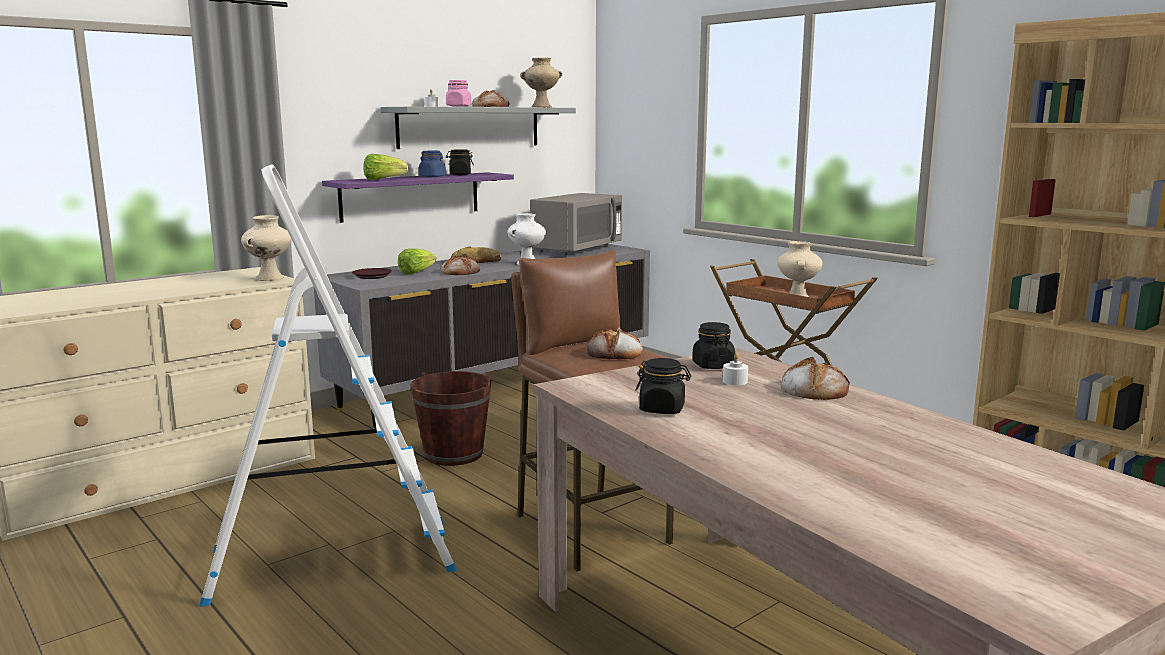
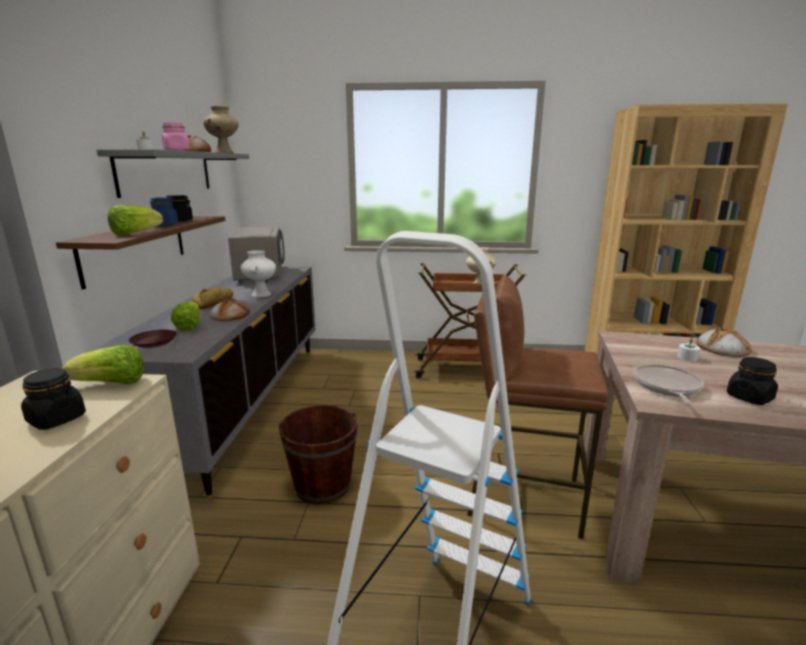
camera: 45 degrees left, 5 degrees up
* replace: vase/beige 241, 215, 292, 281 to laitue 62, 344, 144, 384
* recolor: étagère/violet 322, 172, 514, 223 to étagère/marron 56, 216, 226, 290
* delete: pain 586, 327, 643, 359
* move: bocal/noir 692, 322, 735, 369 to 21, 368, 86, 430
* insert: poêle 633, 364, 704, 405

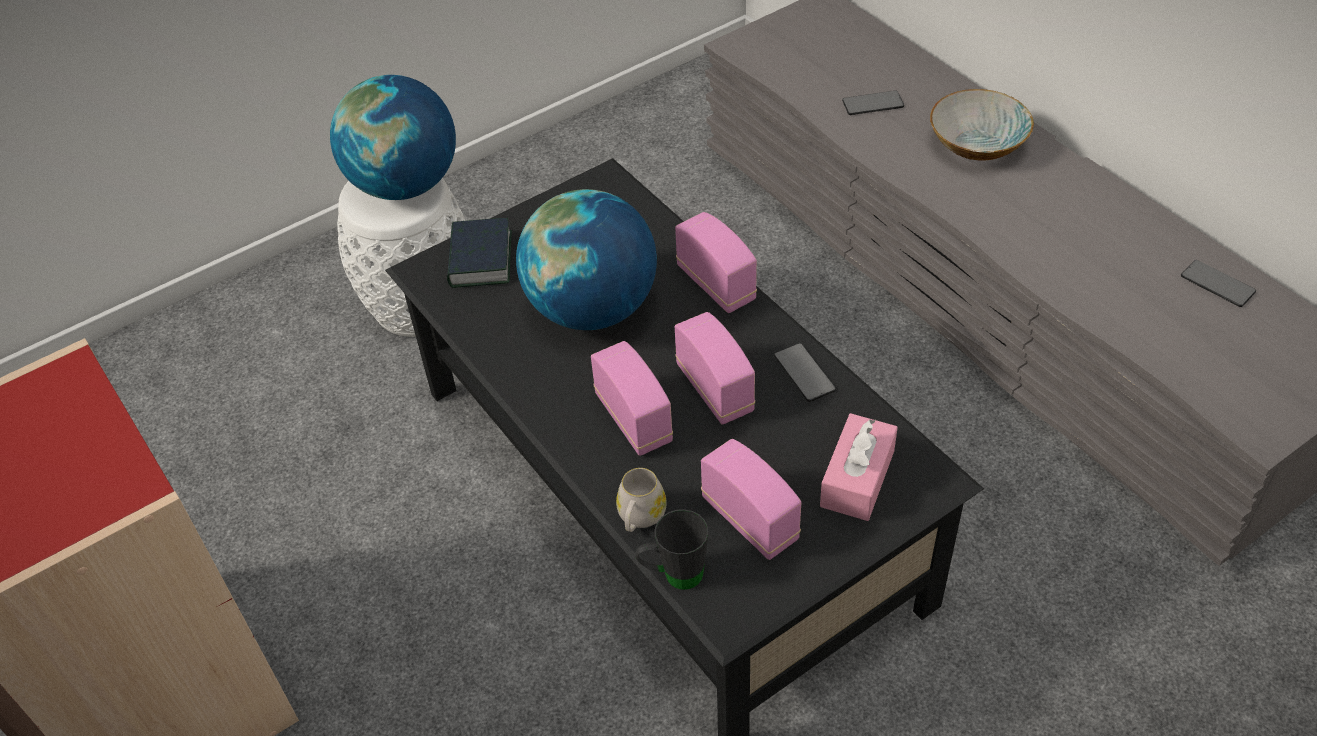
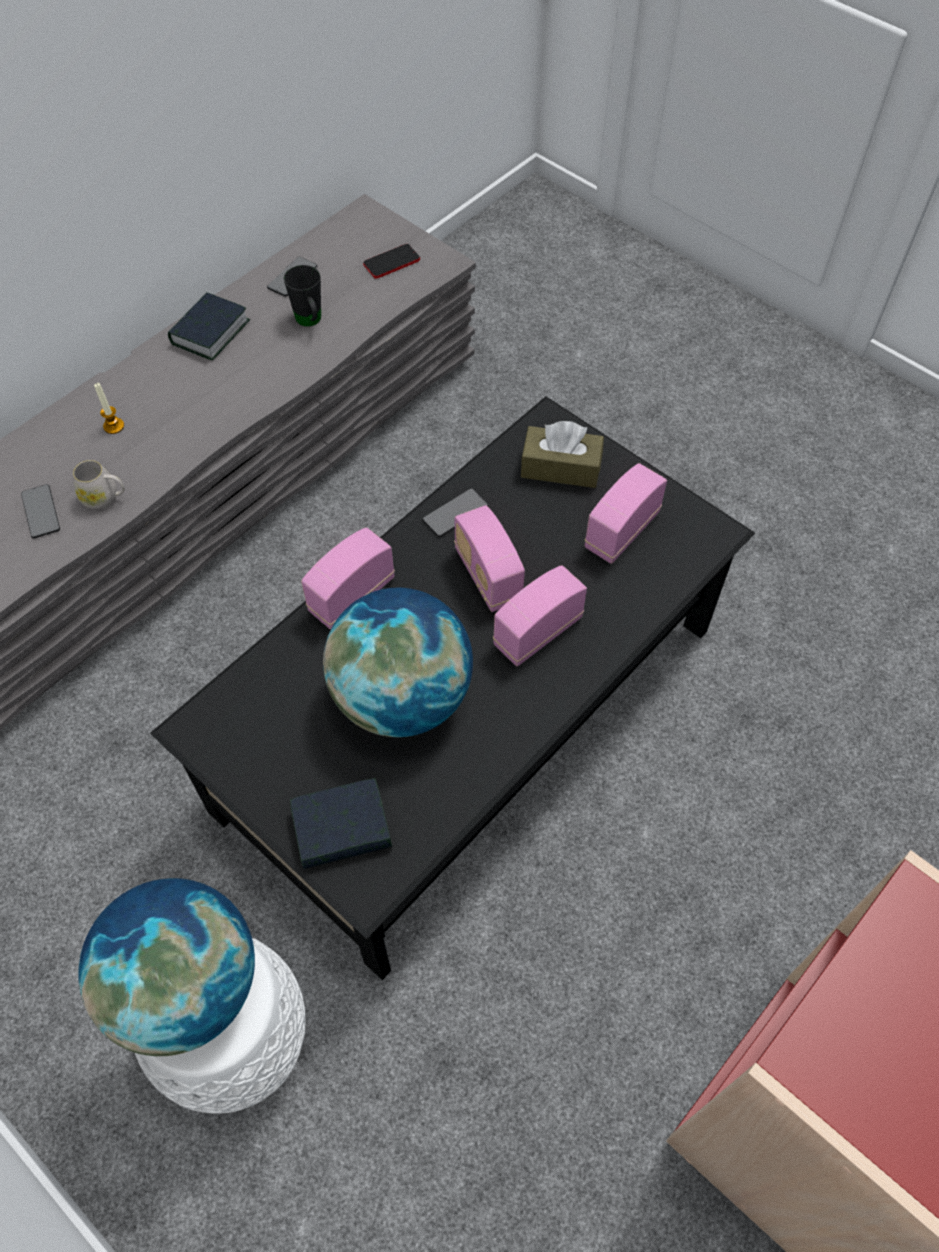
camera: 105 degrees left, 10 degrees up
* move: mug/blanc 616, 468, 667, 532 to 73, 460, 125, 509
* move: mug/noir 635, 509, 708, 590 to 284, 265, 321, 327
* rotate: radio 675, 312, 755, 425 = 454, 505, 525, 612 75 degrees counterclockwise
* recolor: boîte à mouchoirs/rose 820, 413, 898, 521 to boîte à mouchoirs/marron 521, 421, 604, 488
* replace: bol 930, 89, 1034, 161 to bougie 94, 383, 124, 434
* insert: livre 168, 292, 250, 360
* insert: téléphone 363, 244, 420, 279

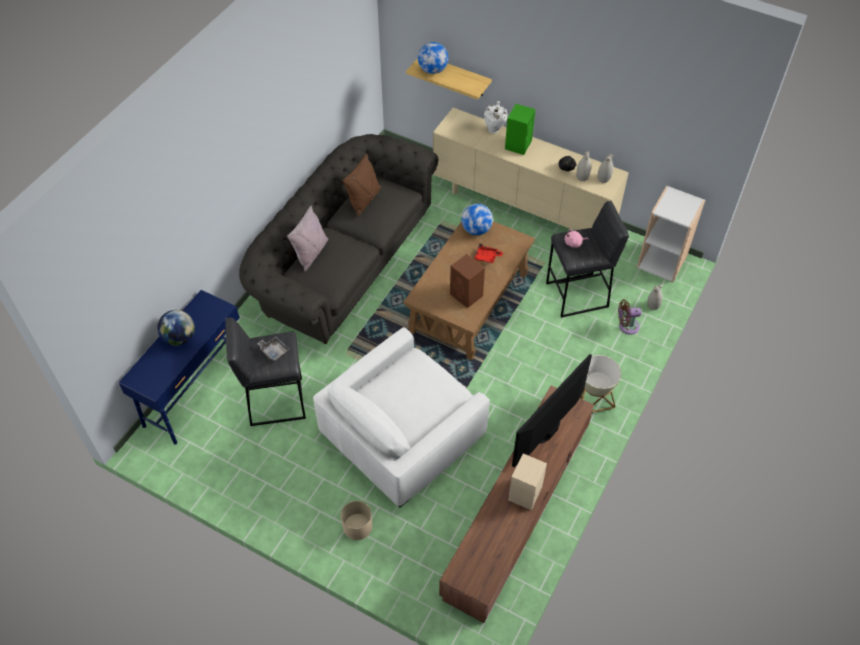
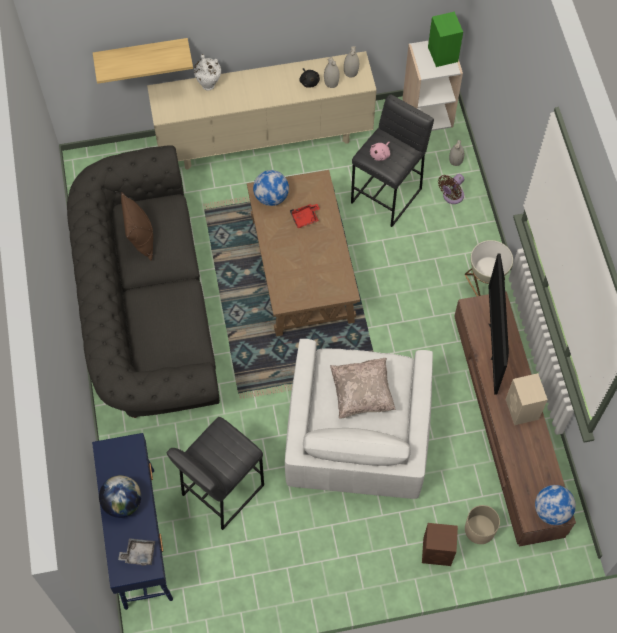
camera: 40 degrees left, 10 degrees up
* move: plateau/gris 257, 336, 290, 362 to 118, 538, 155, 566
* delete: coussin/violet 287, 206, 328, 272
* move: cache-pot/beige 341, 501, 372, 540 to 465, 505, 500, 544
* move: globe 418, 42, 449, 74 to 535, 485, 576, 525
* move: enceinte/marron 450, 254, 485, 308 to 422, 523, 458, 566
* move: enceinte/vert 505, 104, 536, 155 to 428, 12, 463, 67
* insert: coussin/beige 330, 358, 396, 418

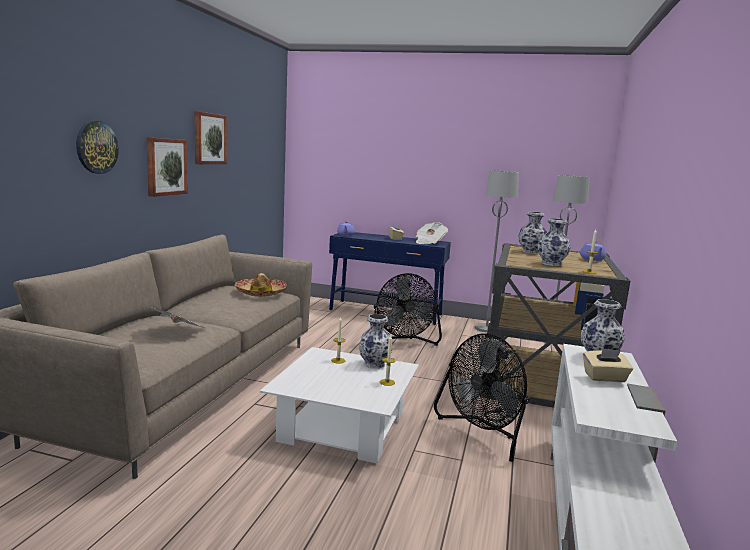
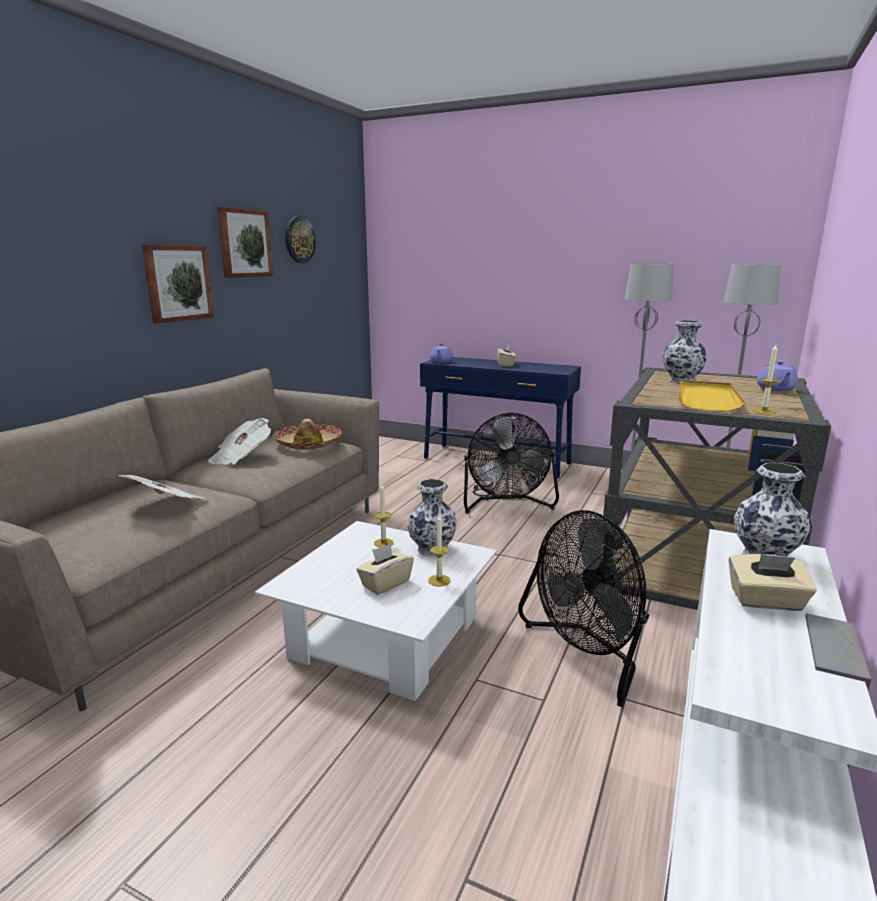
camera: 10 degrees right, 5 degrees up
* move: horloge murale 76, 121, 119, 174 to 285, 216, 316, 263
* move: journal 416, 222, 448, 244 to 208, 418, 271, 465
* replace: vase 538, 218, 571, 266 to plateau/jaune 678, 380, 746, 412
* insert: boîte à mouchoirs/beige 356, 543, 414, 595

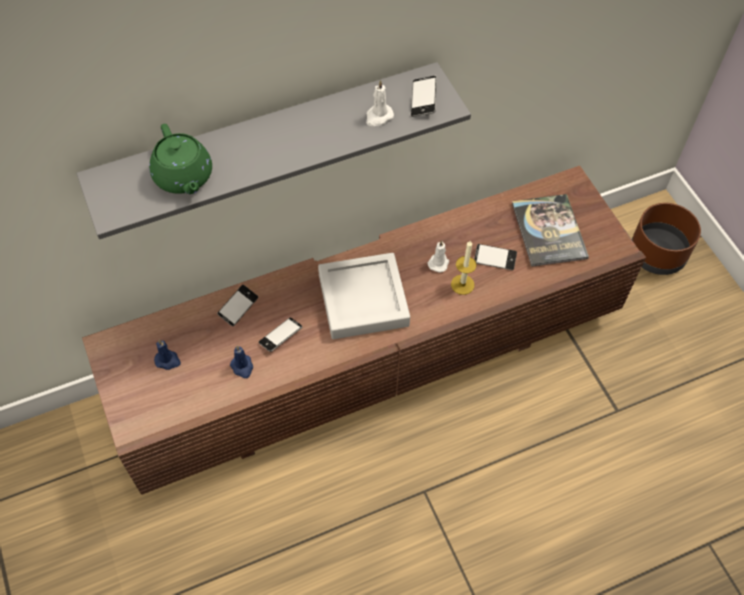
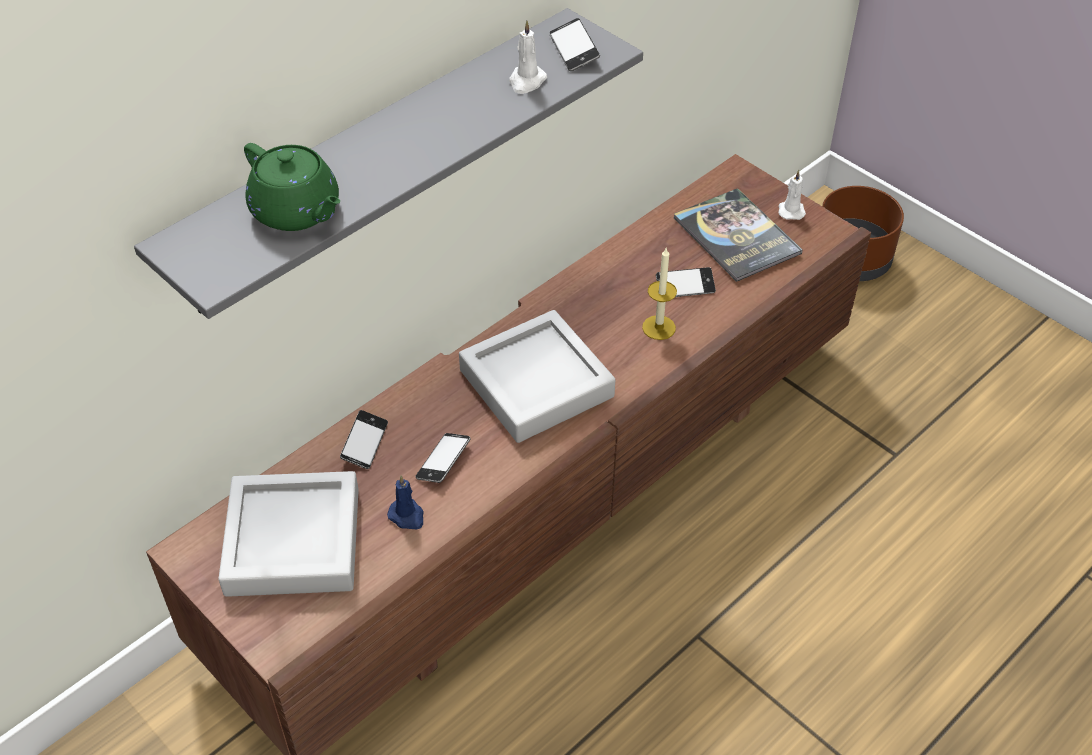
camera: 20 degrees left, 10 degrees down
* replace: bougie/bleu 154, 340, 181, 370 to plateau/gris 218, 471, 359, 597
* move: bougie/blanc 428, 240, 449, 273 to 779, 170, 806, 220

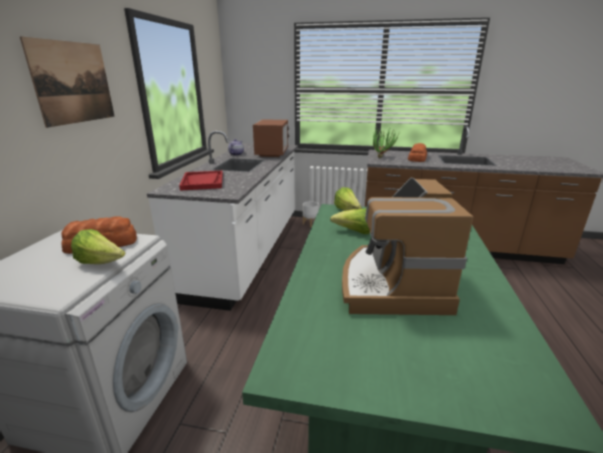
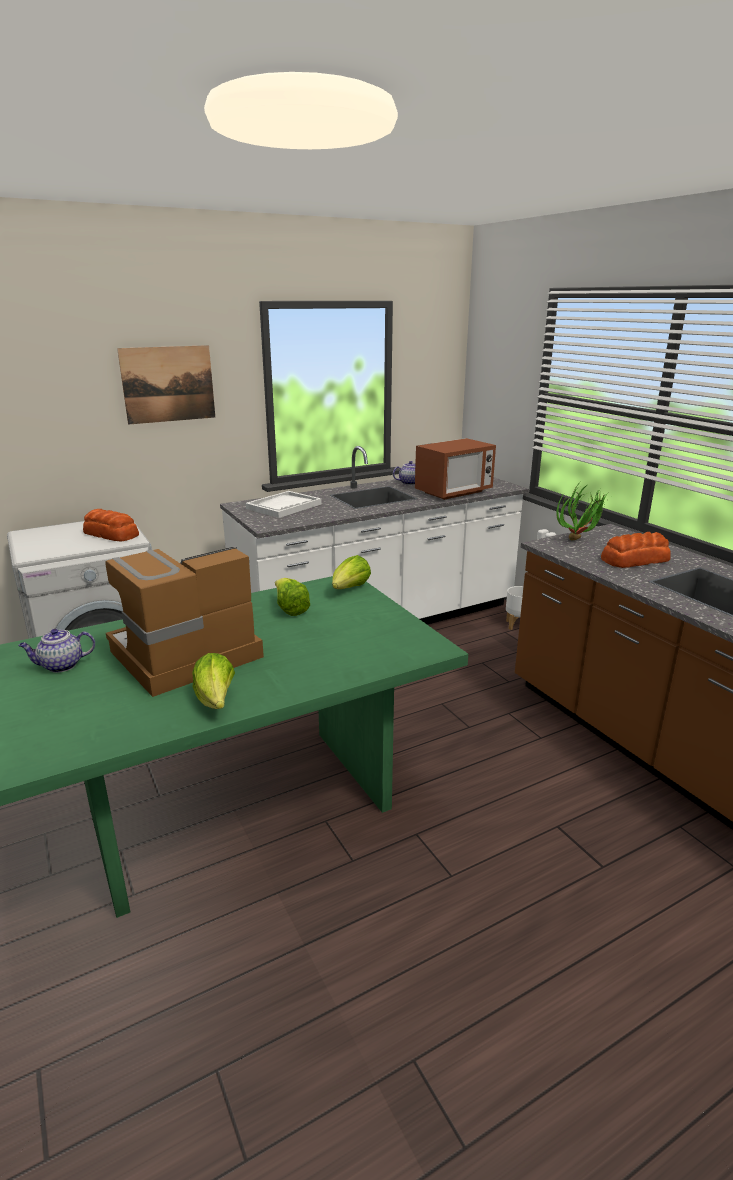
camera: 50 degrees right, 0 degrees up
* move: laitue 71, 229, 125, 264 to 192, 653, 235, 709
* recolor: plateau/rouge 179, 171, 223, 191 to plateau/blanc 245, 491, 322, 518
* insert: théière 18, 629, 95, 673

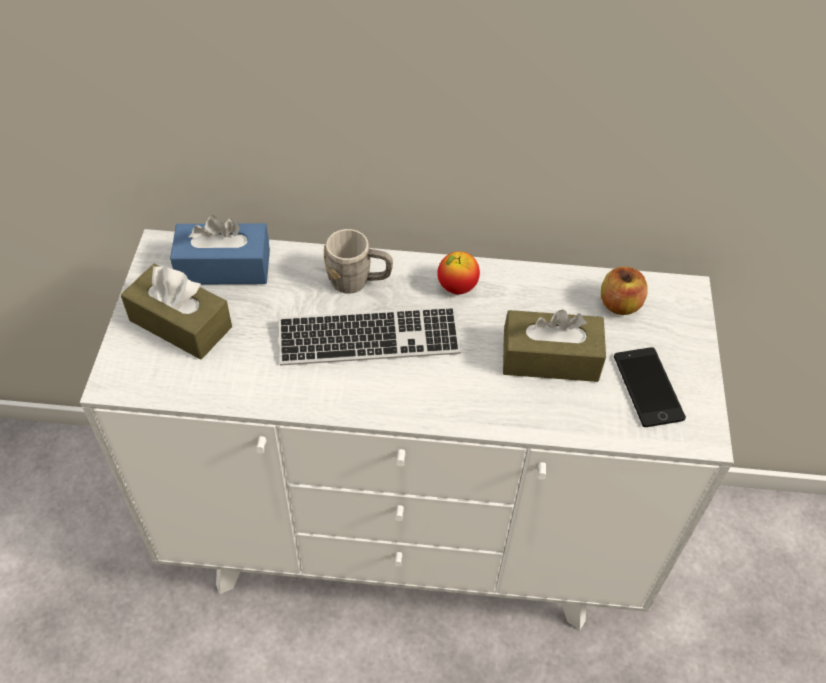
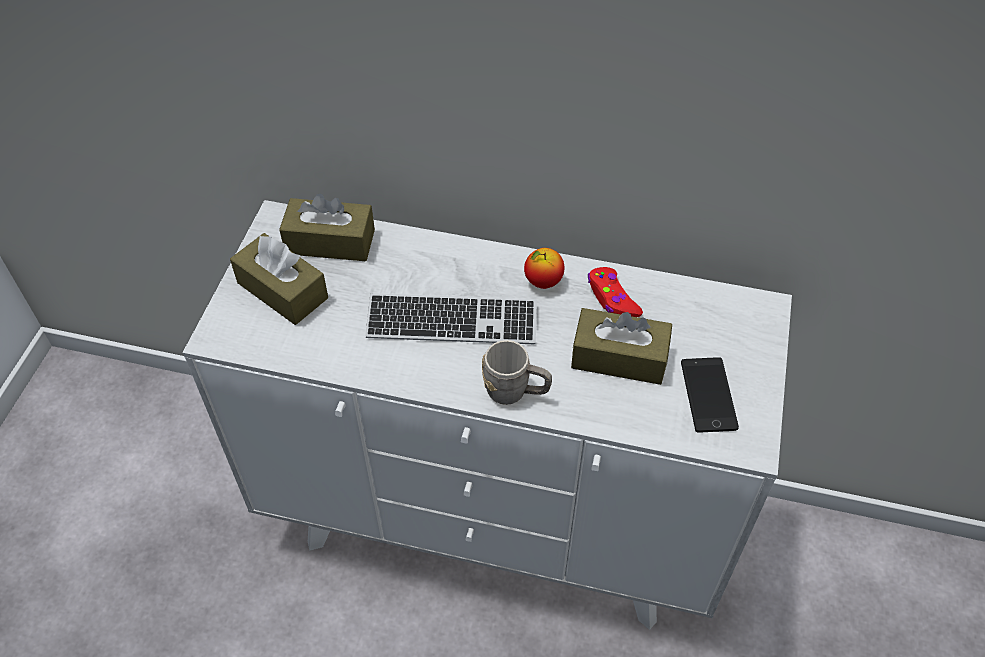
camera: 10 degrees right, 0 degrees up
* recolor: boîte à mouchoirs/bleu 170, 215, 270, 284 to boîte à mouchoirs/marron 279, 194, 375, 261
* move: mug/gris 324, 229, 393, 294 to 482, 340, 552, 405
* delete: pomme 601, 267, 648, 315
* insert: manette/rouge 588, 267, 643, 317

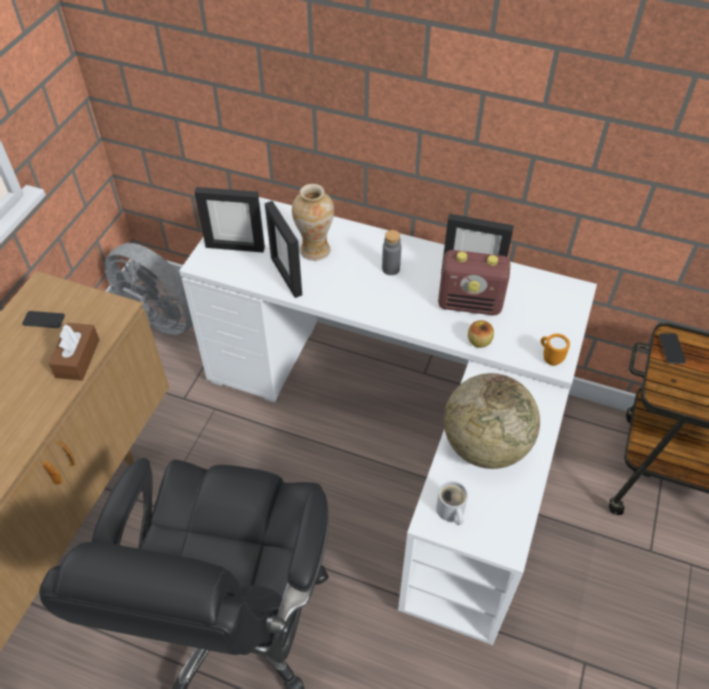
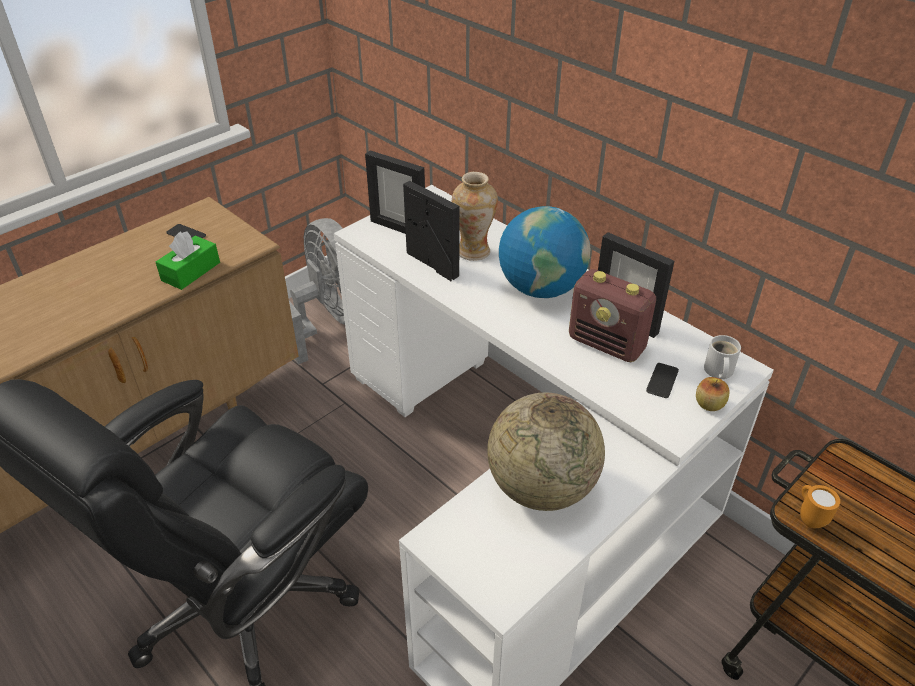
camera: 25 degrees right, 10 degrees down
* recolor: boîte à mouchoirs/marron 49, 323, 100, 381 to boîte à mouchoirs/vert 156, 231, 220, 290
* rotate: cadre photo 265, 201, 302, 298 = 403, 181, 459, 281 135 degrees clockwise
* replace: bouteille/gris 382, 230, 401, 275 to globe 499, 206, 591, 298
* move: mug/blanc 436, 481, 468, 525 to 704, 335, 741, 379
* move: pomme 468, 320, 494, 348 to 696, 377, 730, 411
* move: mug/orange 541, 334, 570, 366 to 800, 485, 840, 528
* move: téléphone 659, 333, 686, 364 to 646, 363, 679, 398

